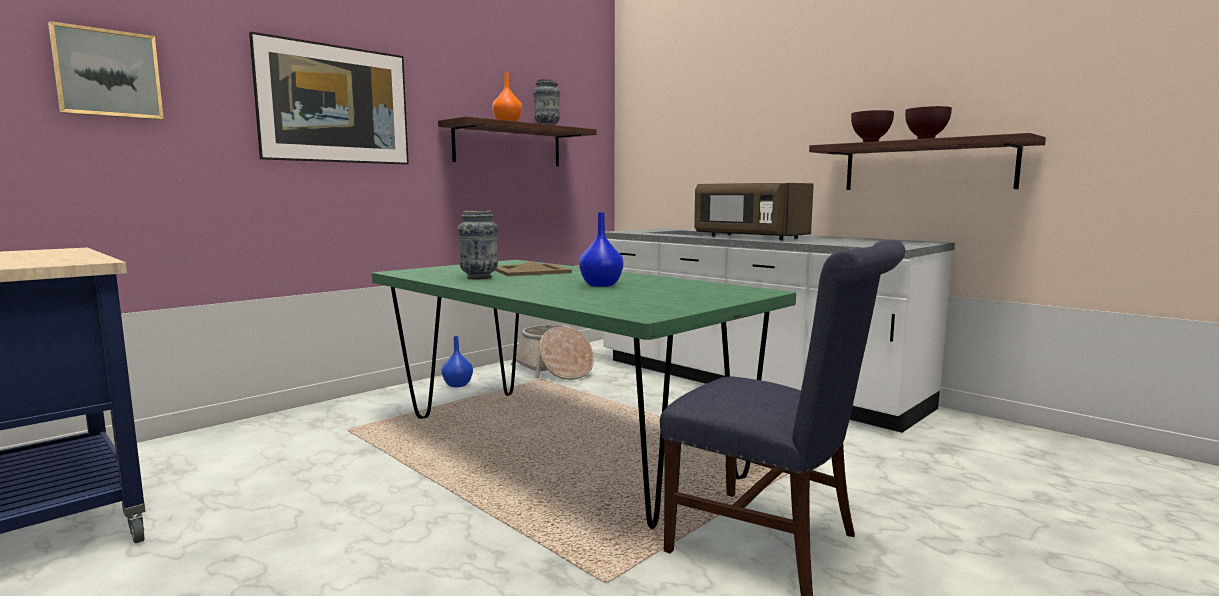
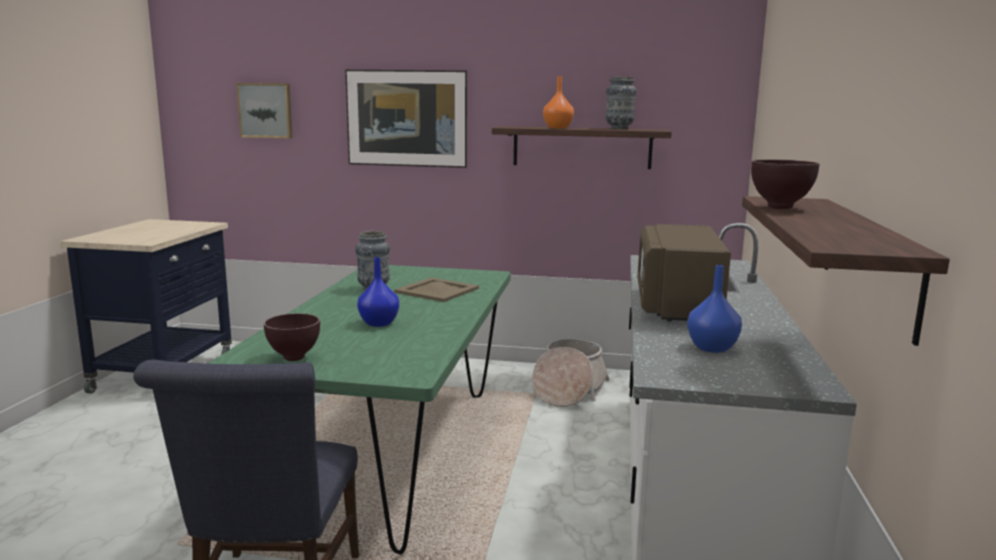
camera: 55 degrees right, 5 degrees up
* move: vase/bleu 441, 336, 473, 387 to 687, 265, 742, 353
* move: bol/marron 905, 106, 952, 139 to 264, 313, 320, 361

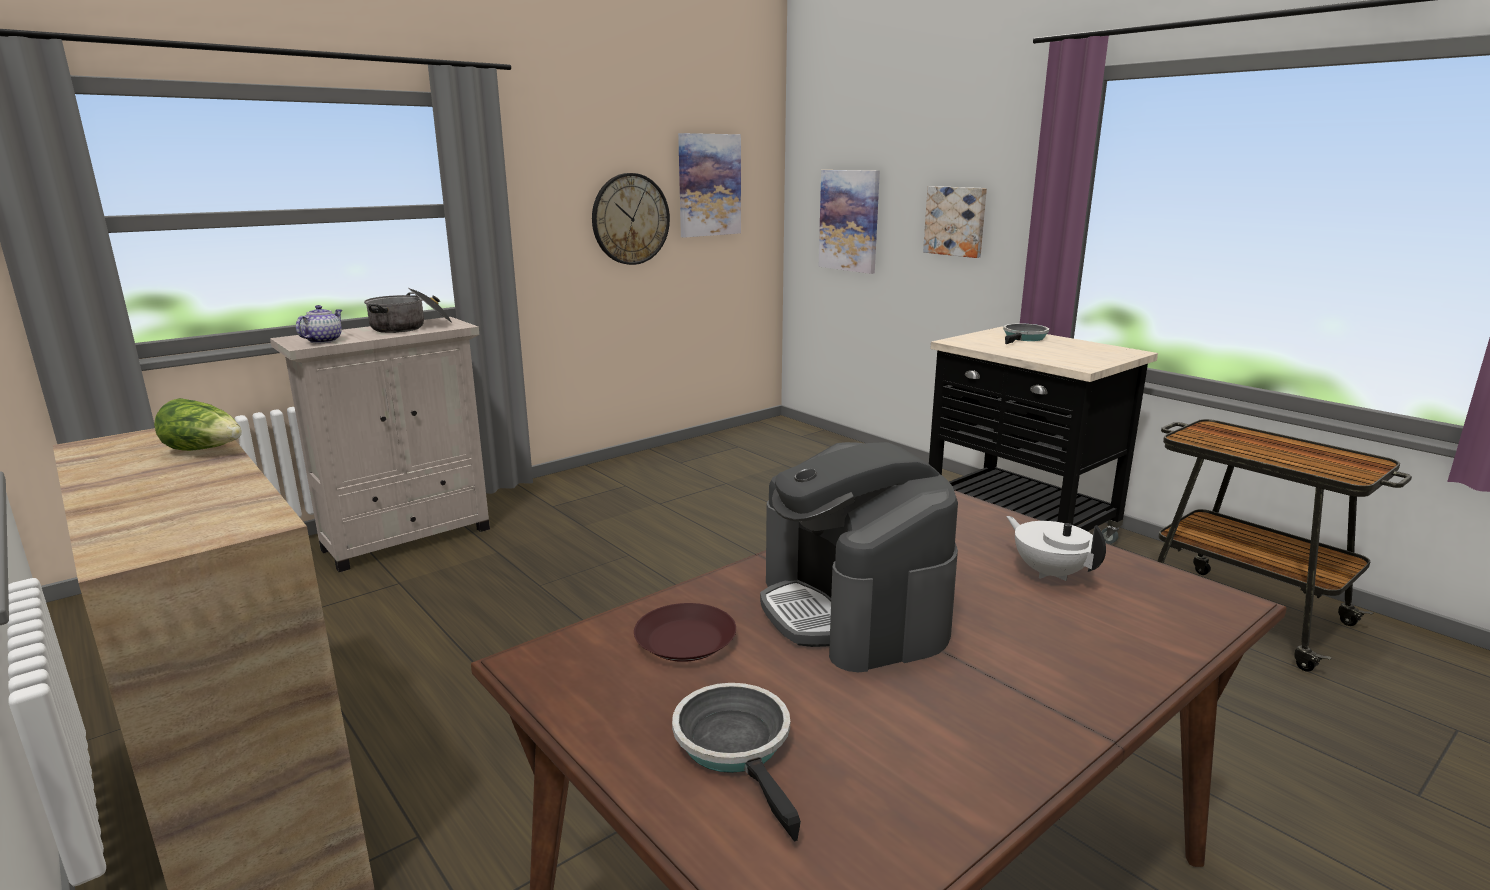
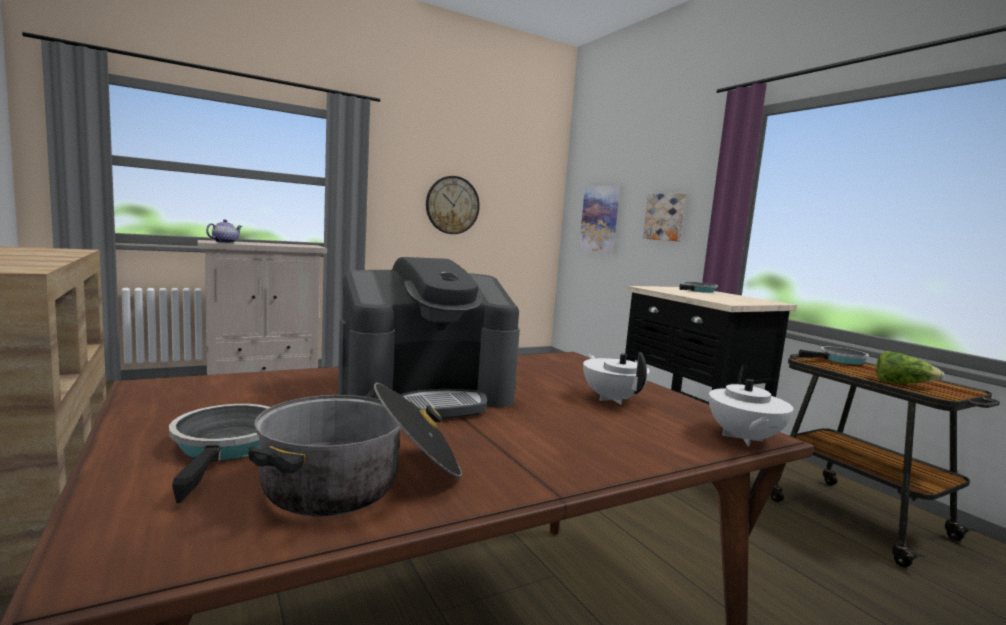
camera: 10 degrees right, 10 degrees down
* move: laitue 154, 398, 242, 451 to 876, 351, 944, 383
* move: marmite 364, 288, 452, 333 to 248, 383, 462, 517
* delete: assiette/marron 634, 603, 736, 662
* delete: tableau 678, 133, 741, 238
* rotate: machine à café 760, 442, 958, 672 = 338, 257, 520, 419 105 degrees counterclockwise
* insert: théière/blanc 709, 364, 794, 447
* insert: poêle 798, 346, 869, 365

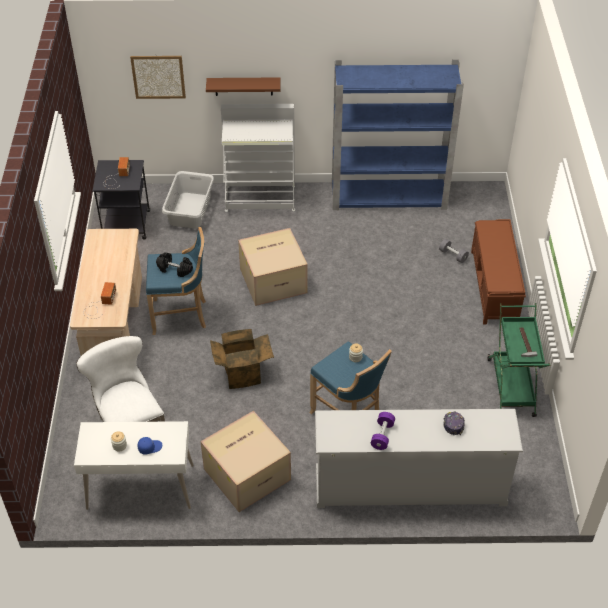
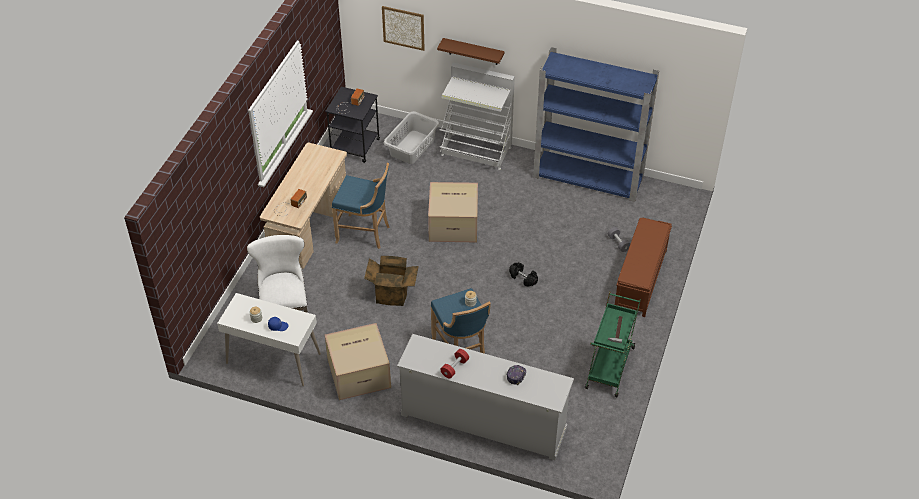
camera: 20 degrees right, 0 degrees up
* move: haltère/noir 156, 252, 193, 277 to 509, 262, 538, 287
* recolor: haltère/violet 371, 412, 395, 450 to haltère/rouge 440, 349, 469, 379

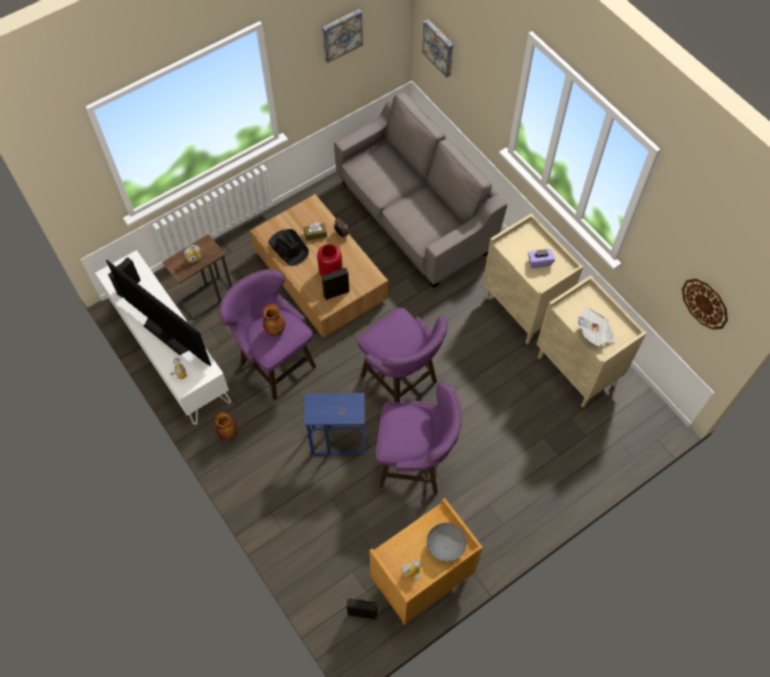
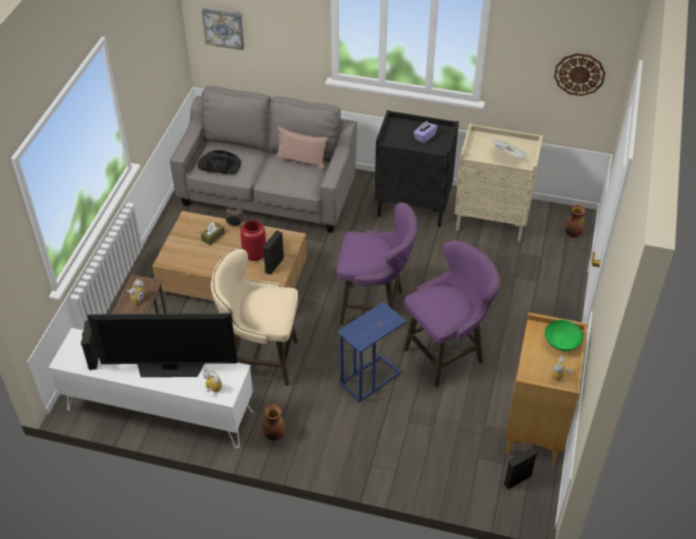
camera: 40 degrees left, 15 degrees down
* recolor: tabouret/violet 219, 269, 316, 400 to tabouret/beige 211, 248, 298, 386
* move: vase 263, 304, 285, 336 to 565, 205, 585, 238
* move: chapeau/noir 268, 229, 309, 266 to 198, 150, 241, 175
* delete: tableau 322, 9, 363, 63
* recolor: bol/gris 427, 523, 466, 562 to bol/vert 545, 320, 583, 351
* recolor: meuble de rangement/beige 483, 213, 583, 344 to meuble de rangement/noir 374, 110, 459, 227
* insert: coussin/beige 276, 127, 328, 169

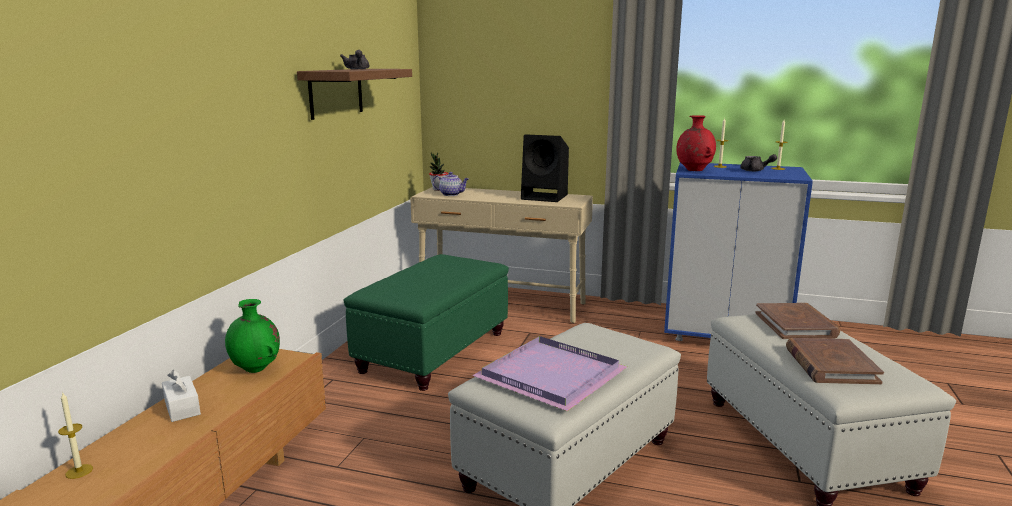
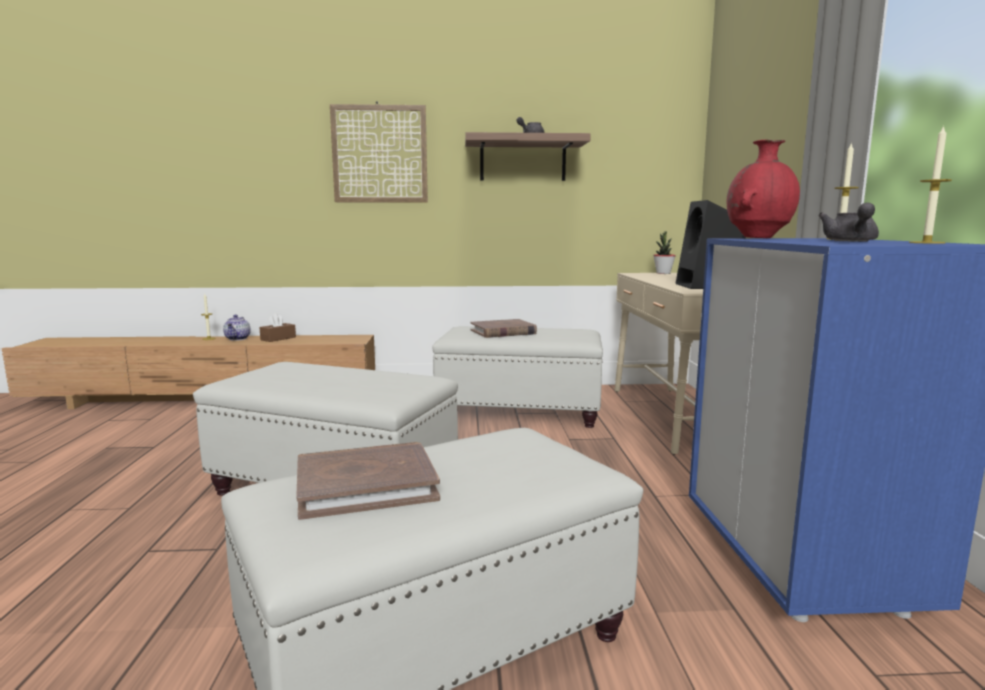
camera: 70 degrees right, 5 degrees down
* recolor: boîte à mouchoirs/blanc 162, 369, 201, 422 to boîte à mouchoirs/marron 259, 313, 296, 342
* delete: vase/vert 225, 299, 280, 373
* recolor: pouf/vert 343, 254, 509, 391 to pouf/blanc 432, 326, 603, 428
* move: théière 433, 172, 469, 196 to 223, 315, 251, 341
* delete: plateau/violet 472, 336, 627, 411
* move: livre/marron 755, 303, 840, 339 to 470, 319, 537, 338
* insert: tableau 330, 101, 428, 203

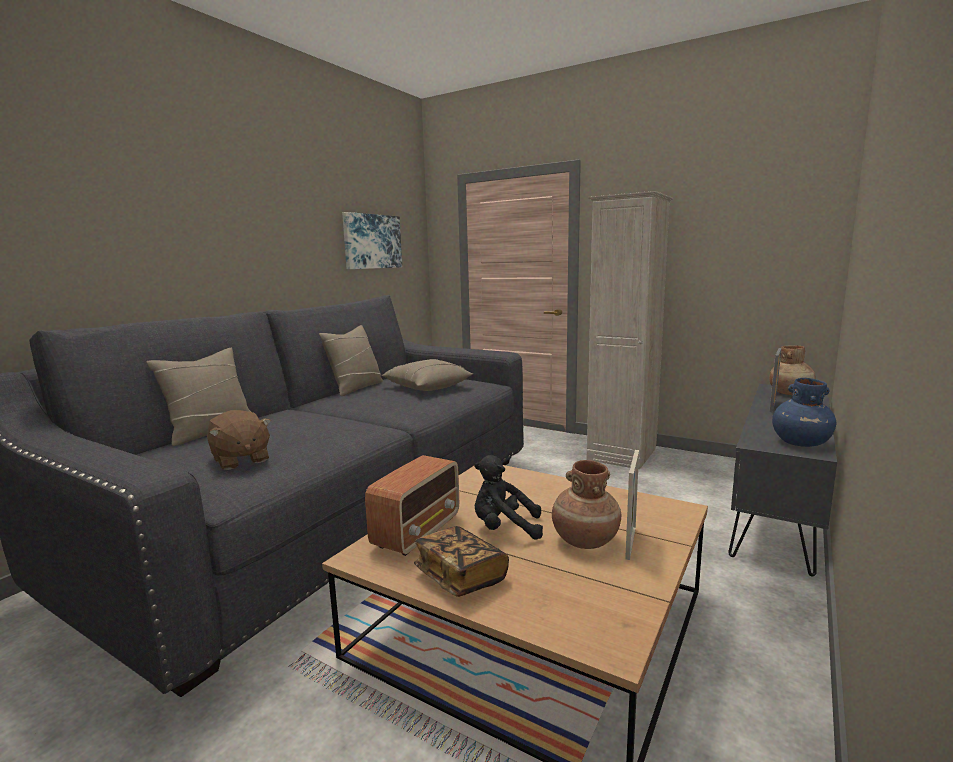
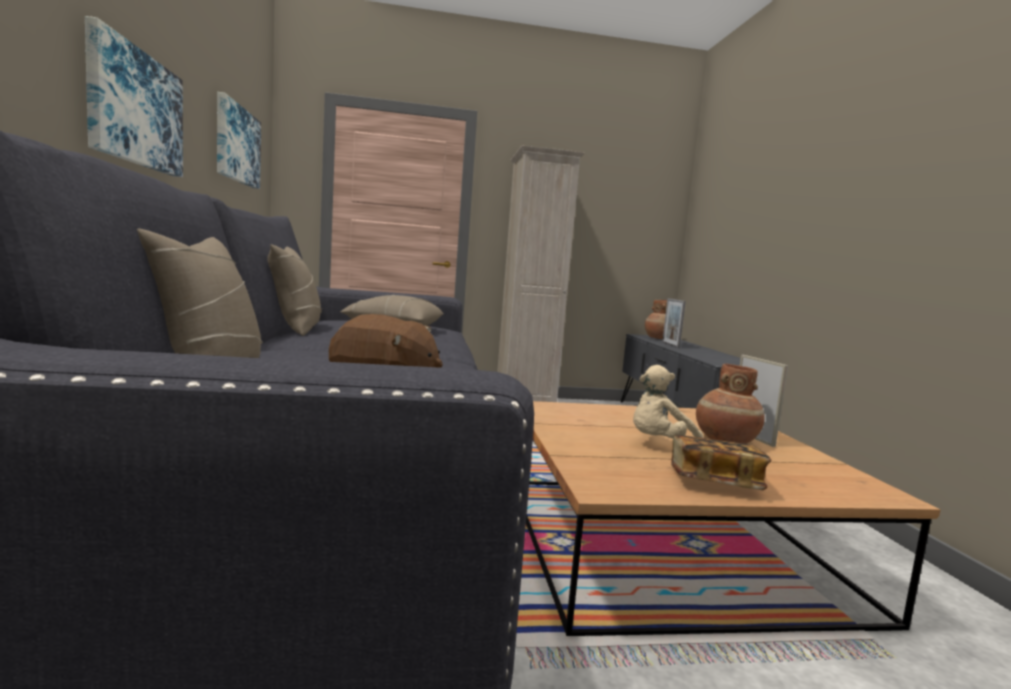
camera: 40 degrees left, 5 degrees down
* delete: radio 365, 455, 459, 556
* recolor: peluche/noir 474, 455, 543, 540 to peluche/beige 633, 365, 703, 439
* delete: vase/bleu 772, 378, 836, 447
* insert: tableau 85, 16, 183, 177

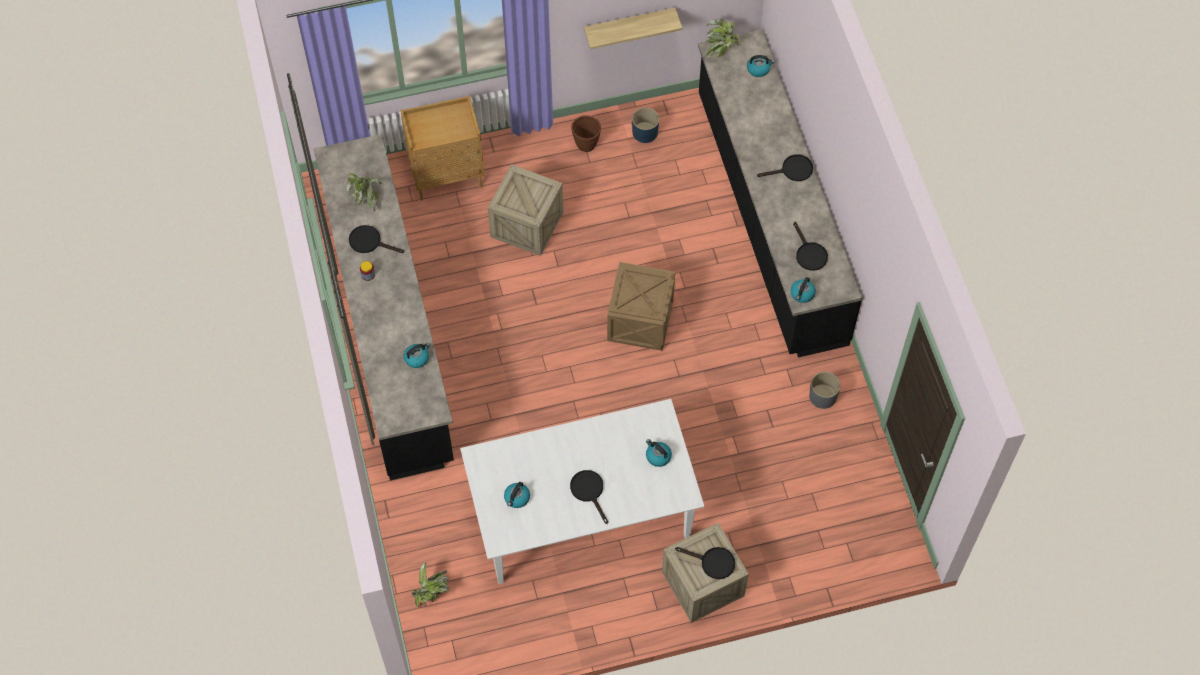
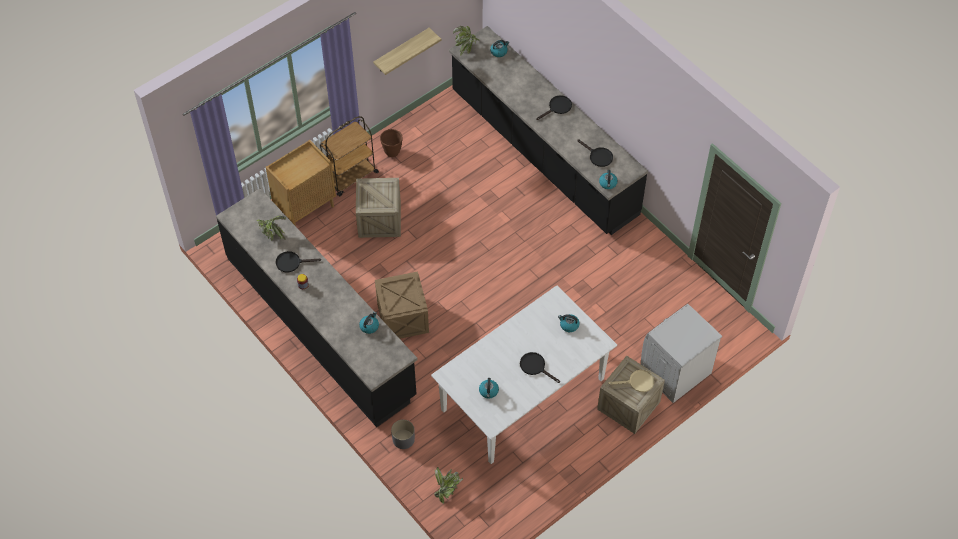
camera: 25 degrees left, 5 degrees down
* move: caisse 607, 262, 675, 351 to 375, 271, 429, 339
* delete: cache-pot/bleu 632, 108, 659, 143
* recolor: poêle/noir 675, 547, 735, 579 to poêle/beige 608, 370, 654, 392
* move: cache-pot/gris 809, 372, 840, 409 to 391, 420, 415, 449
* insert: chariot/marron 320, 116, 379, 197
* insert: lave-linge/blanc 641, 304, 722, 403

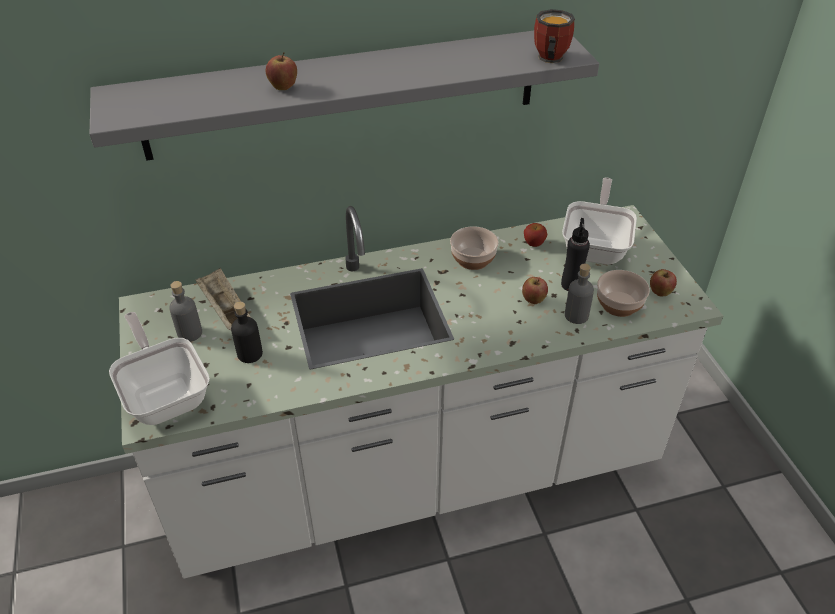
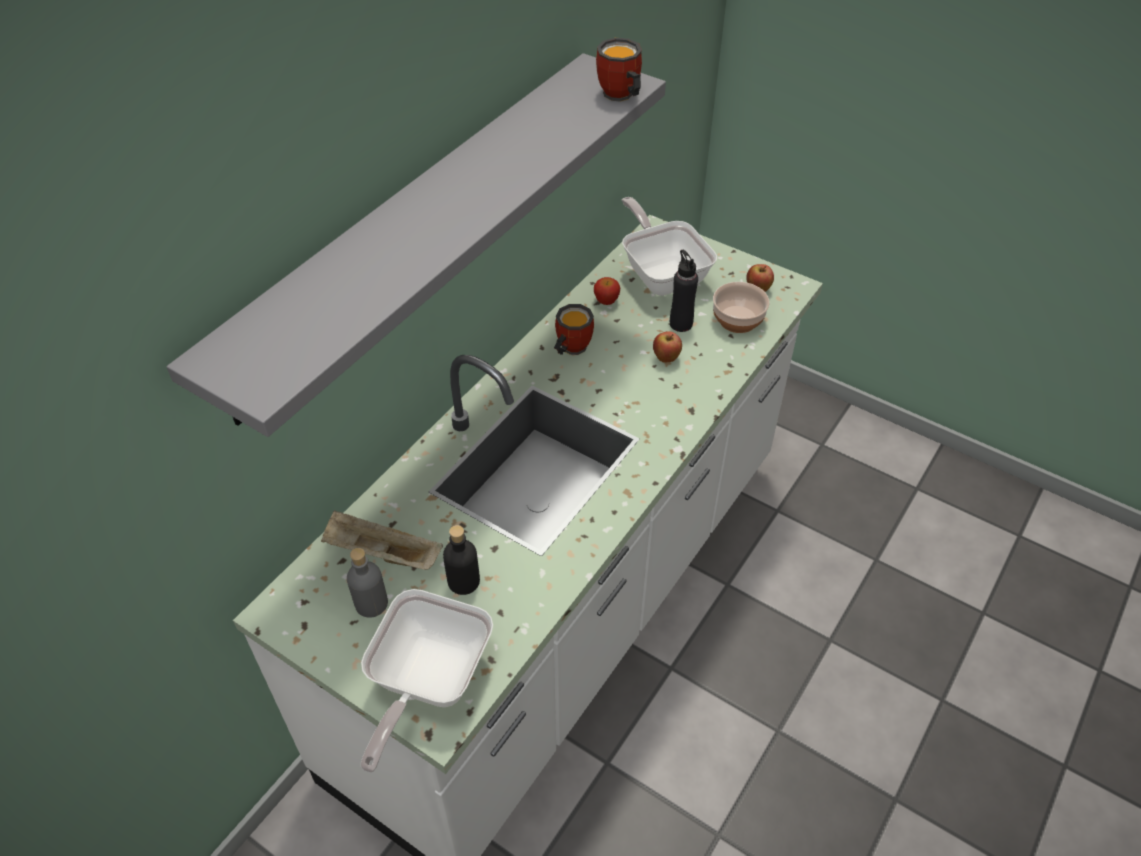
camera: 40 degrees left, 5 degrees up
* rotate: poêle 109, 312, 210, 425 = 361, 589, 493, 773 90 degrees counterclockwise
* delete: pomme 266, 52, 297, 90
* replace: bol 450, 226, 499, 270 to mug 554, 304, 594, 355
* delete: bouteille/gris 565, 264, 594, 324

